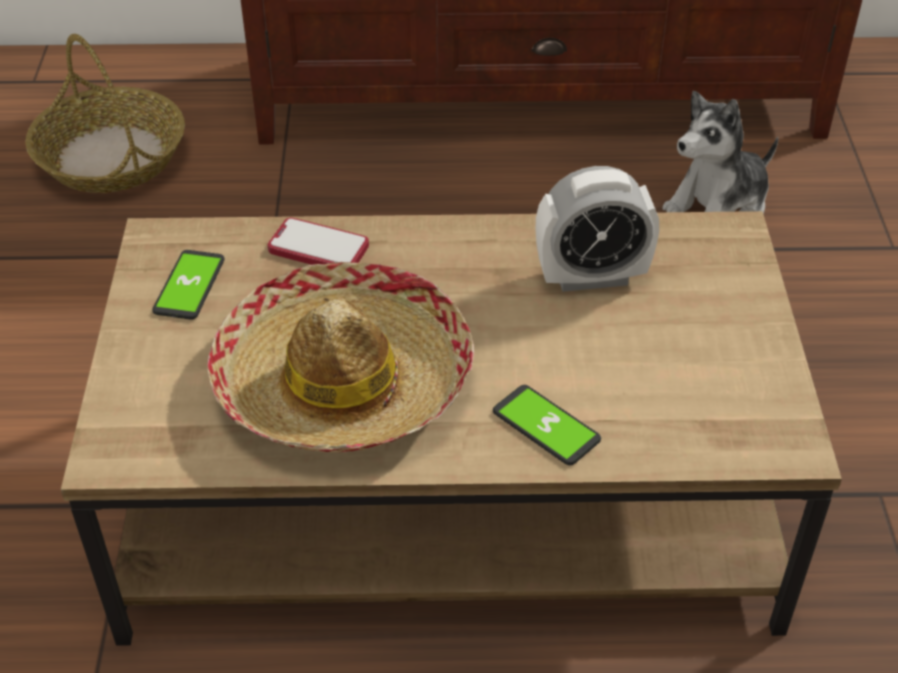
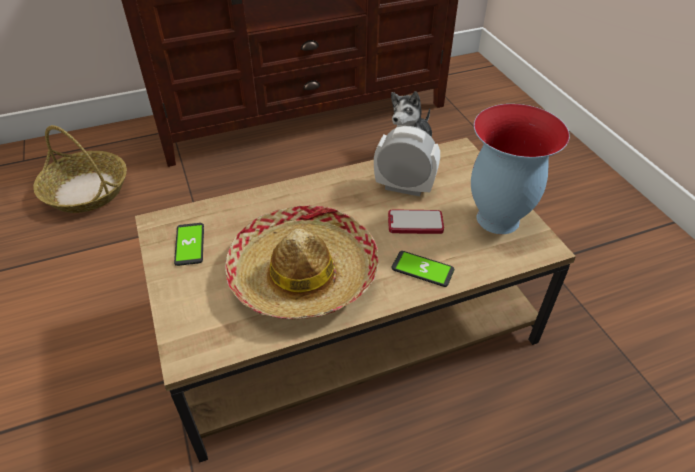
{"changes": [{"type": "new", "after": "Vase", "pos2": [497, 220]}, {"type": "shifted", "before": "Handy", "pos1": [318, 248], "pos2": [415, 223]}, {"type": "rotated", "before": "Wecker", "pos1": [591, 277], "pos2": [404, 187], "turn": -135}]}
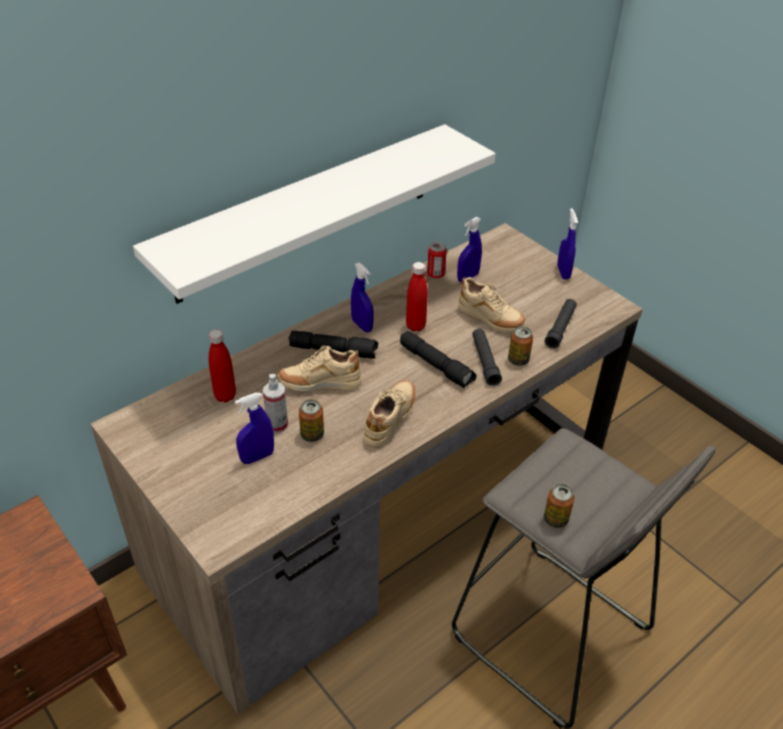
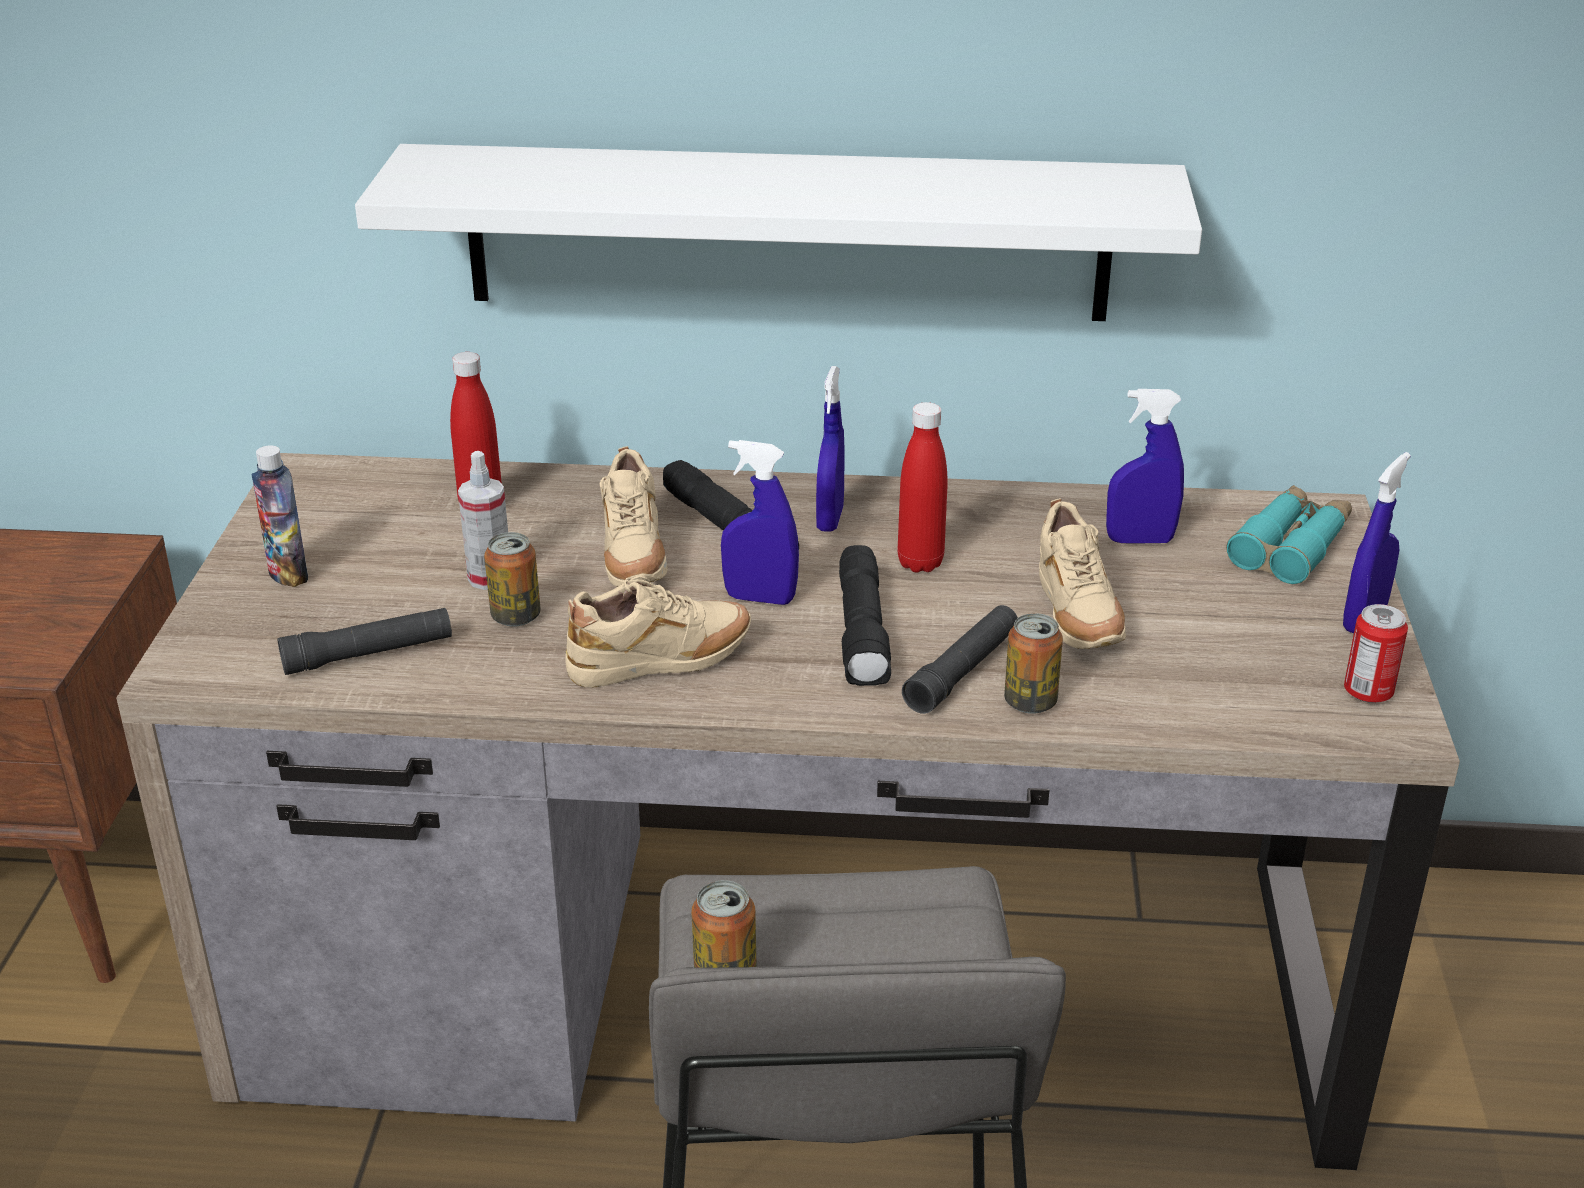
{"changes": [{"type": "new", "after": "Flasche", "pos2": [288, 574]}, {"type": "new", "after": "Fernglas [türkis]", "pos2": [1291, 547]}, {"type": "shifted", "before": "Sprühflasche [blau]", "pos1": [257, 457], "pos2": [760, 598]}, {"type": "shifted", "before": "Dose", "pos1": [435, 274], "pos2": [1368, 693]}, {"type": "shifted", "before": "Taschenlampe [schwarz]", "pos1": [560, 328], "pos2": [368, 654]}, {"type": "rotated", "before": "Schuh [beige]", "pos1": [320, 384], "pos2": [634, 561], "turn": -135}]}
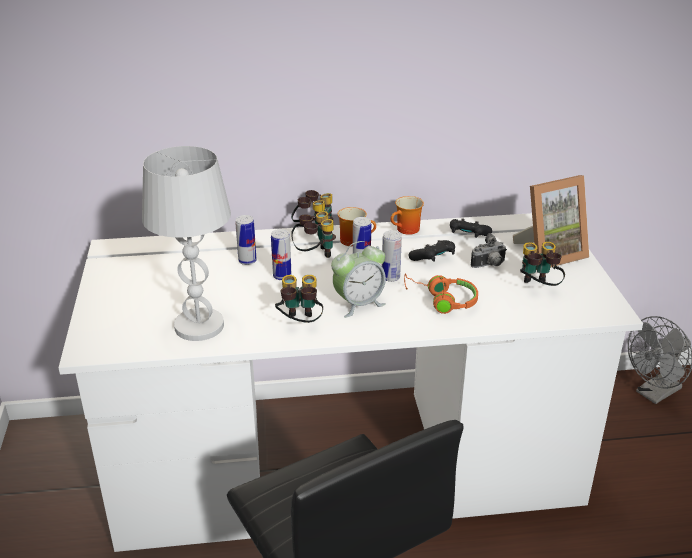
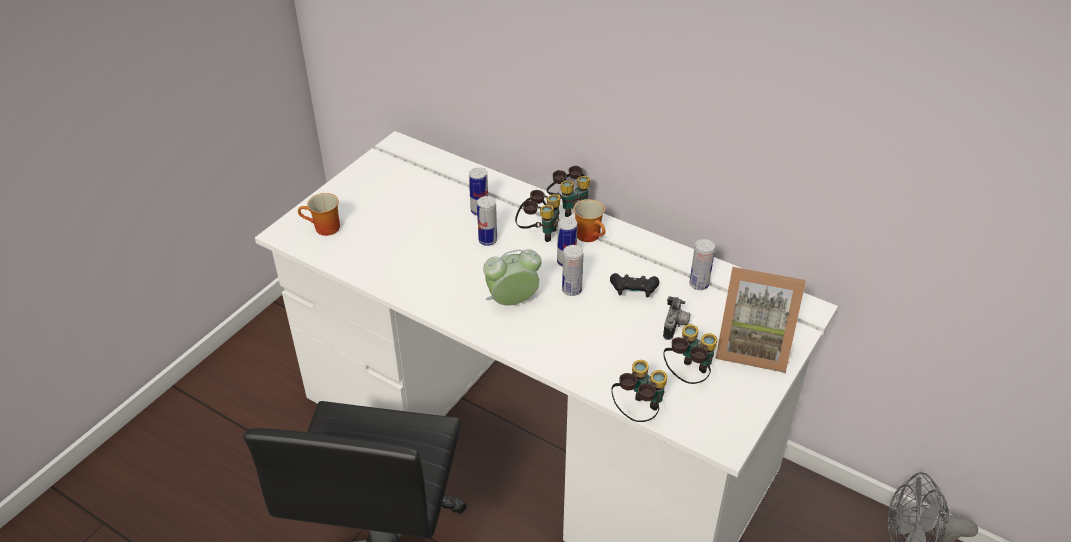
{"changes": [{"type": "gone", "before": "Tischlampe [weiß]", "pos1": [198, 326]}, {"type": "gone", "before": "Kopfhörer [orange]", "pos1": [441, 300]}, {"type": "shifted", "before": "Fernglas", "pos1": [300, 323], "pos2": [638, 412]}, {"type": "shifted", "before": "Henkelbecher", "pos1": [407, 230], "pos2": [324, 229]}, {"type": "swapped", "before": "Gamepad [schwarz]", "after": "Dose", "pos1": [468, 236], "pos2": [699, 284]}, {"type": "rotated", "before": "Wecker", "pos1": [358, 304], "pos2": [512, 302], "turn": 150}, {"type": "rotated", "before": "Kamera", "pos1": [489, 265], "pos2": [675, 327], "turn": -90}]}
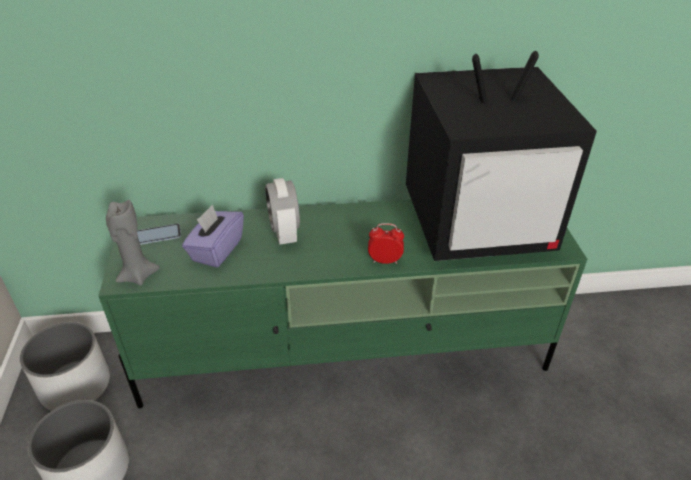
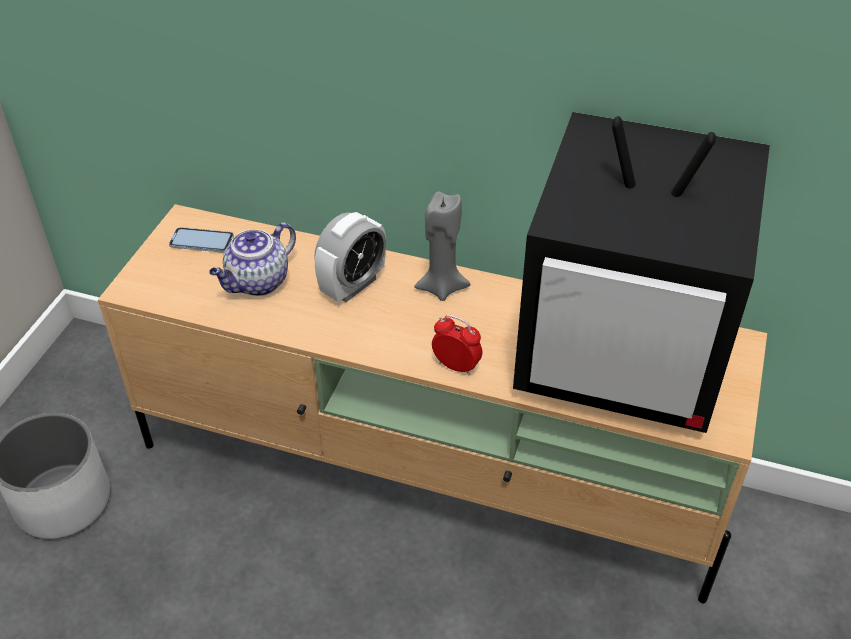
{"changes": [{"type": "gone", "before": "Pflanzkübel [weiß]", "pos1": [76, 385]}, {"type": "shifted", "before": "Kerze [grau]", "pos1": [138, 276], "pos2": [441, 287]}, {"type": "swapped", "before": "Taschentuchbox [lila]", "after": "Teekanne", "pos1": [216, 250], "pos2": [257, 283]}, {"type": "repainted", "before": "Fernsehschrank [grün]", "after": "Fernsehschrank [beige]", "pos1": [347, 355], "pos2": [429, 474]}, {"type": "rotated", "before": "Wecker", "pos1": [284, 233], "pos2": [353, 285], "turn": -150}]}
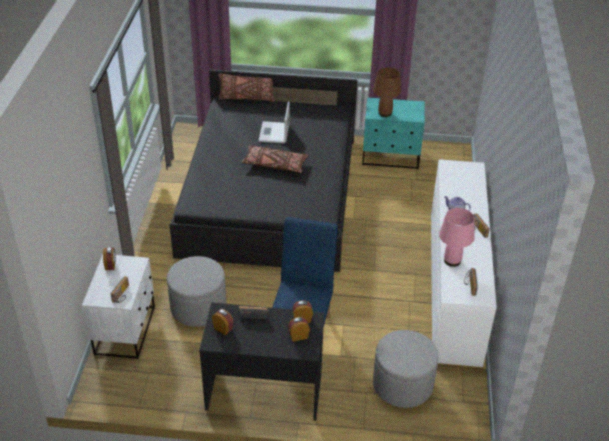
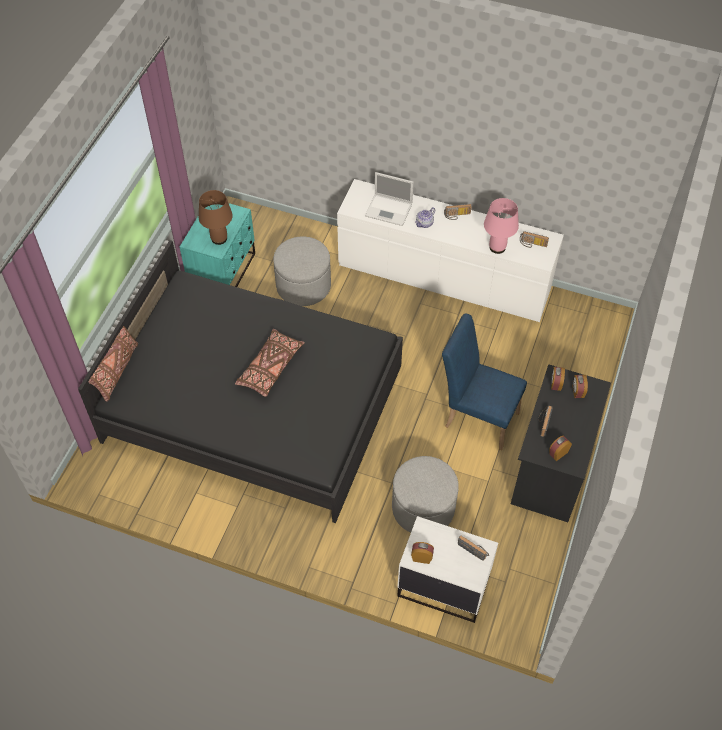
{"changes": [{"type": "shifted", "before": "Laptop", "pos1": [274, 133], "pos2": [389, 210]}, {"type": "shifted", "before": "Polsterhocker [grau]", "pos1": [402, 384], "pos2": [303, 285]}]}
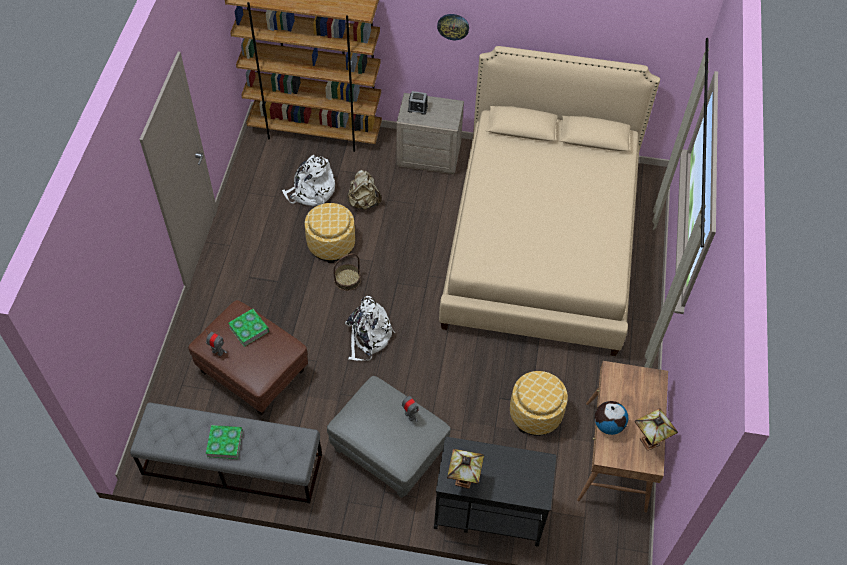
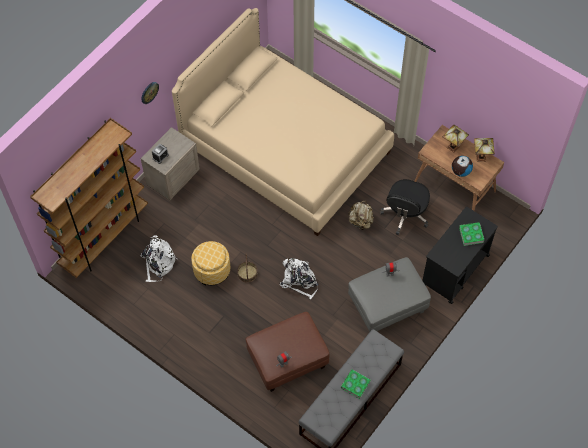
{"changes": [{"type": "shifted", "before": "Buch", "pos1": [249, 329], "pos2": [471, 235]}, {"type": "shifted", "before": "Rucksack [beige]", "pos1": [363, 202], "pos2": [360, 221]}, {"type": "shifted", "before": "Tischlampe", "pos1": [464, 481], "pos2": [454, 147]}, {"type": "swapped", "before": "Polsterhocker", "after": "Bürostuhl [schwarz]", "pos1": [535, 414], "pos2": [405, 214]}]}
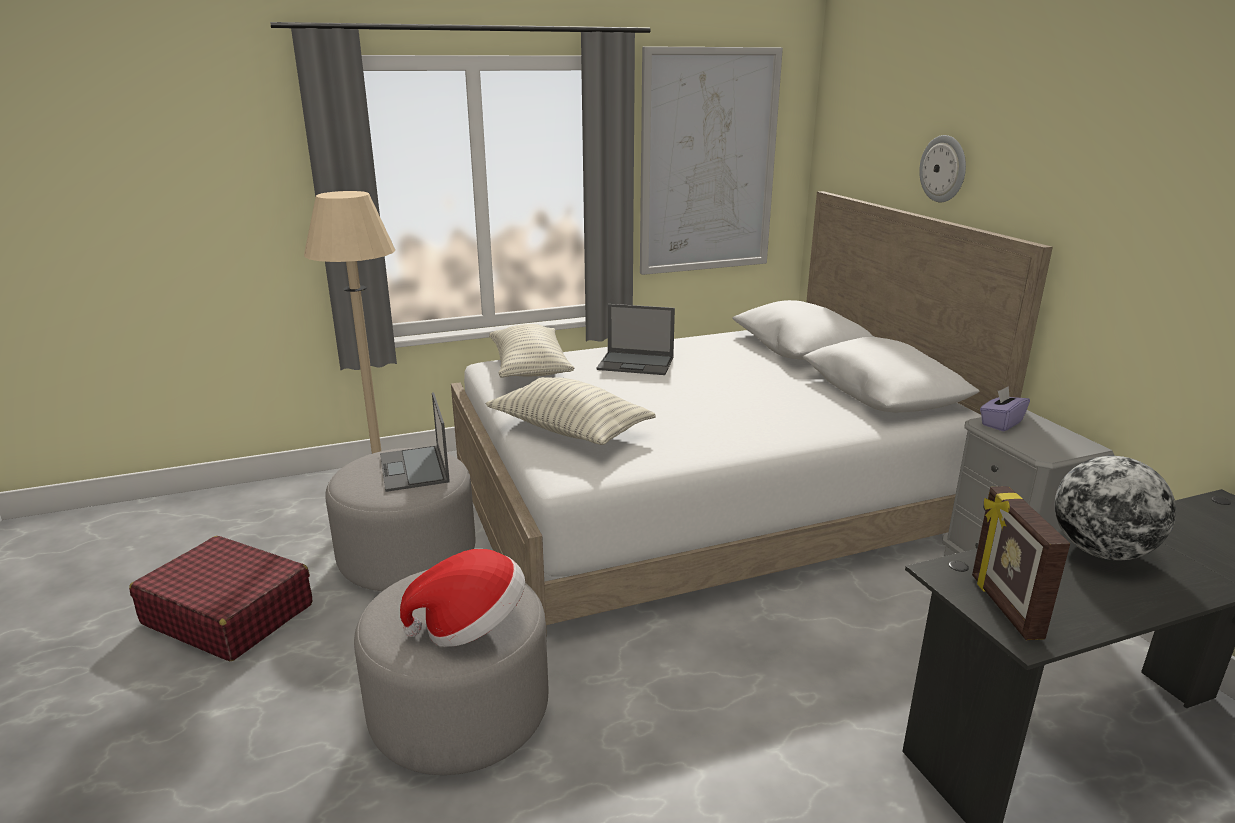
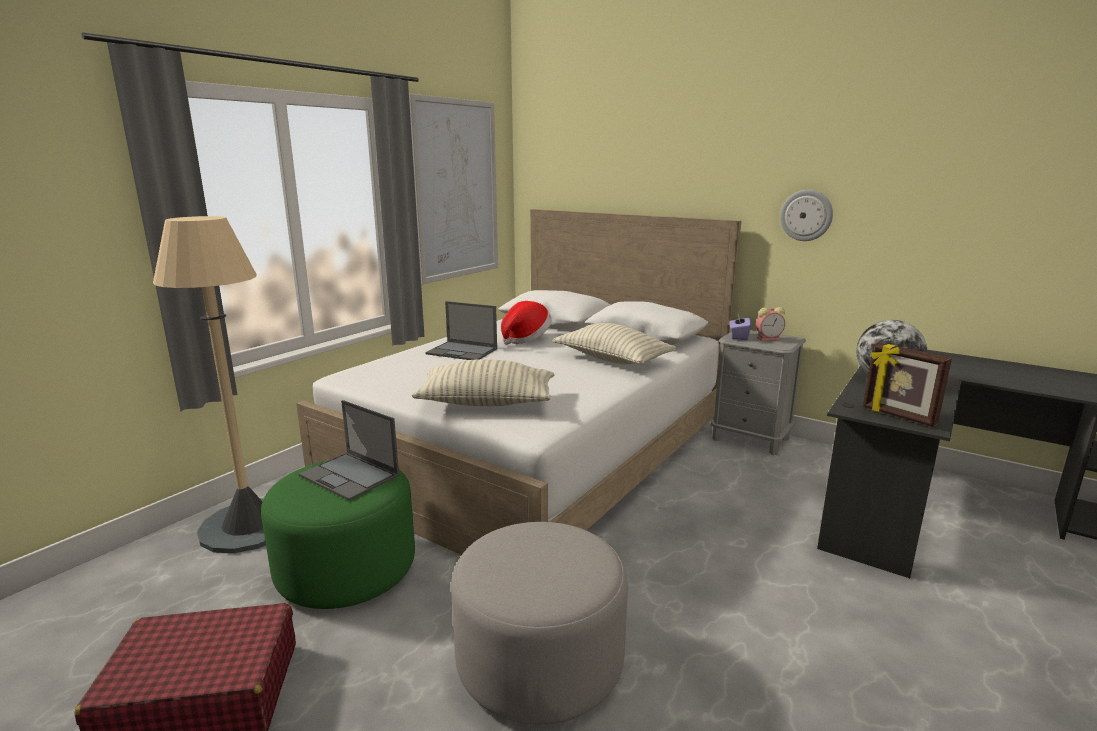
{"changes": [{"type": "new", "after": "Wecker", "pos2": [769, 338]}, {"type": "shifted", "before": "Hut", "pos1": [471, 625], "pos2": [525, 339]}, {"type": "shifted", "before": "Kissen", "pos1": [530, 368], "pos2": [612, 360]}, {"type": "shifted", "before": "Wanduhr", "pos1": [943, 169], "pos2": [806, 215]}, {"type": "repainted", "before": "Polsterhocker [grau]", "after": "Polsterhocker [grün]", "pos1": [408, 557], "pos2": [347, 569]}, {"type": "rotated", "before": "Laptop", "pos1": [636, 363], "pos2": [462, 351], "turn": 45}]}
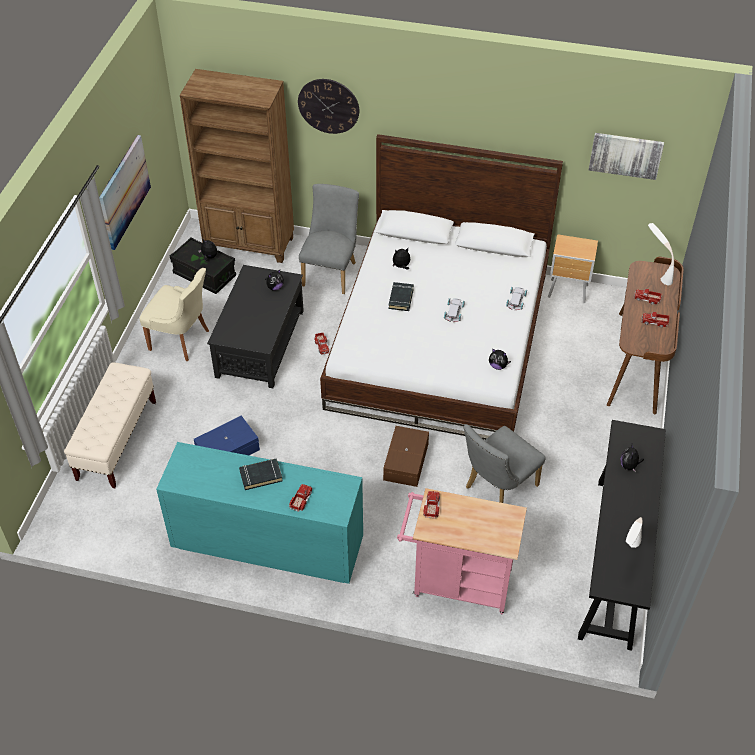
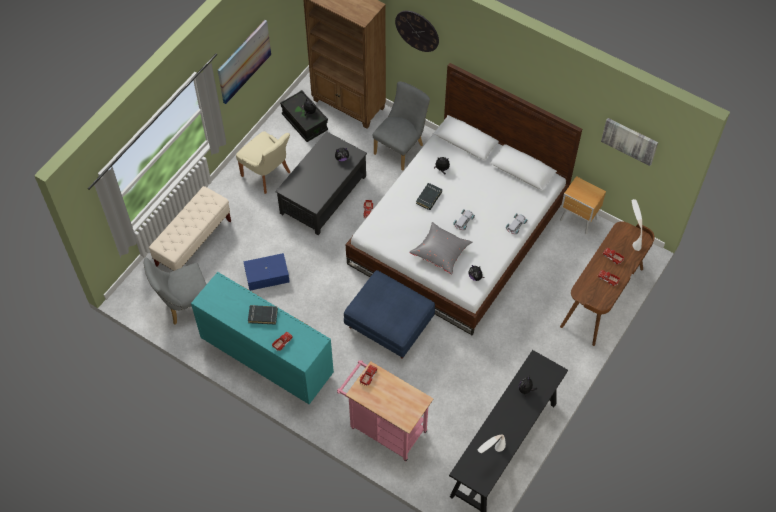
{"changes": [{"type": "new", "after": "Kissen [grau]", "pos2": [441, 252]}, {"type": "shifted", "before": "Stuhl [grau]", "pos1": [497, 489], "pos2": [184, 305]}, {"type": "swapped", "before": "Aufbewahrungsbox [braun]", "after": "Polsterhocker [blau]", "pos1": [407, 461], "pos2": [390, 325]}]}
